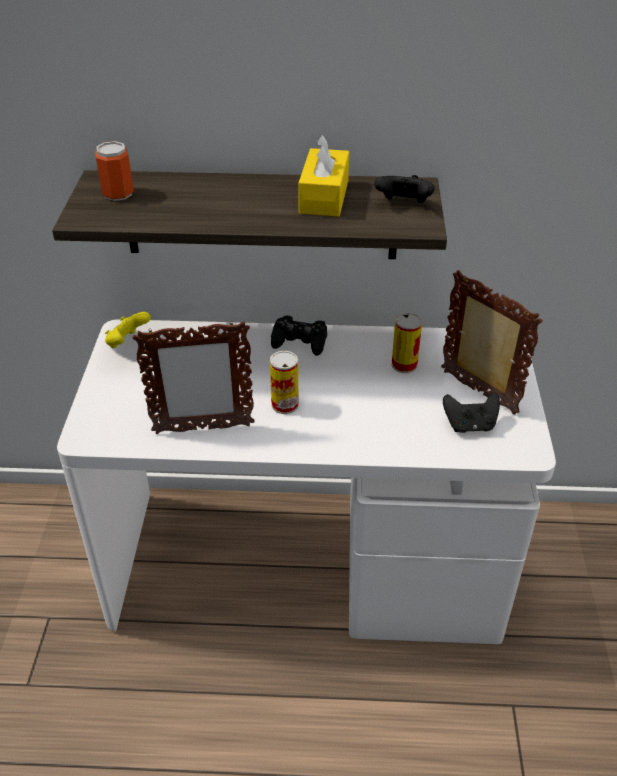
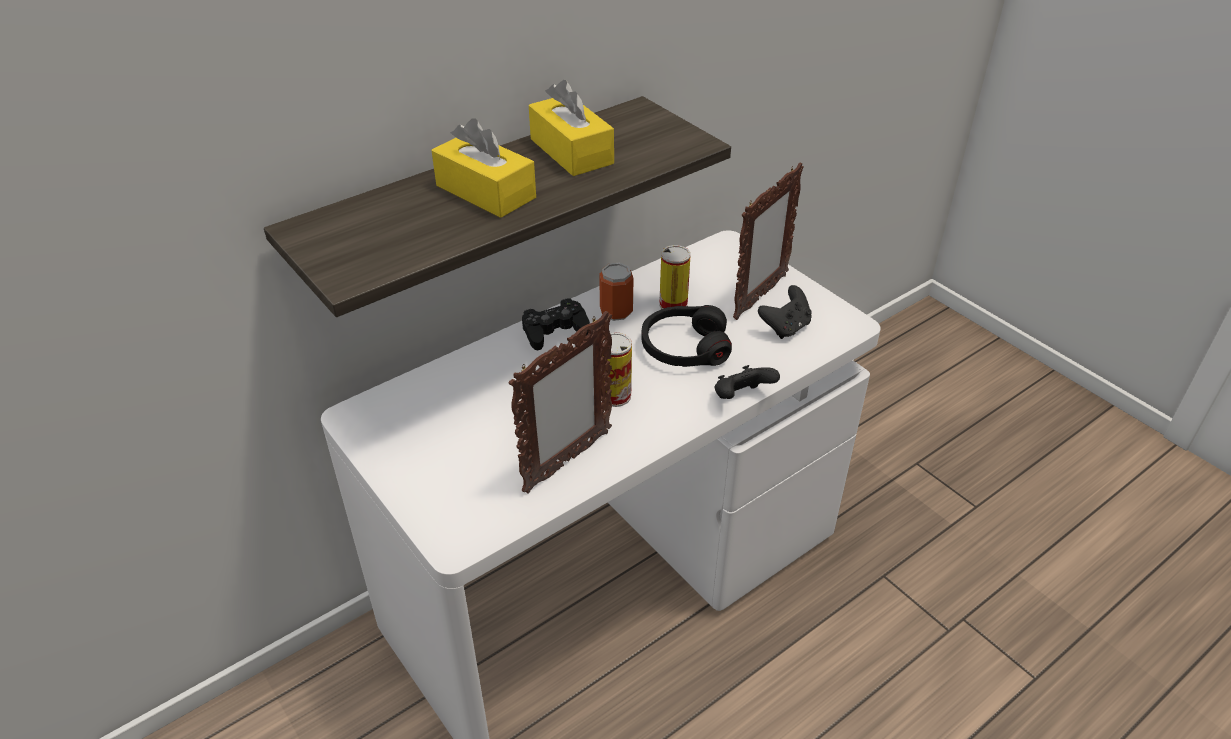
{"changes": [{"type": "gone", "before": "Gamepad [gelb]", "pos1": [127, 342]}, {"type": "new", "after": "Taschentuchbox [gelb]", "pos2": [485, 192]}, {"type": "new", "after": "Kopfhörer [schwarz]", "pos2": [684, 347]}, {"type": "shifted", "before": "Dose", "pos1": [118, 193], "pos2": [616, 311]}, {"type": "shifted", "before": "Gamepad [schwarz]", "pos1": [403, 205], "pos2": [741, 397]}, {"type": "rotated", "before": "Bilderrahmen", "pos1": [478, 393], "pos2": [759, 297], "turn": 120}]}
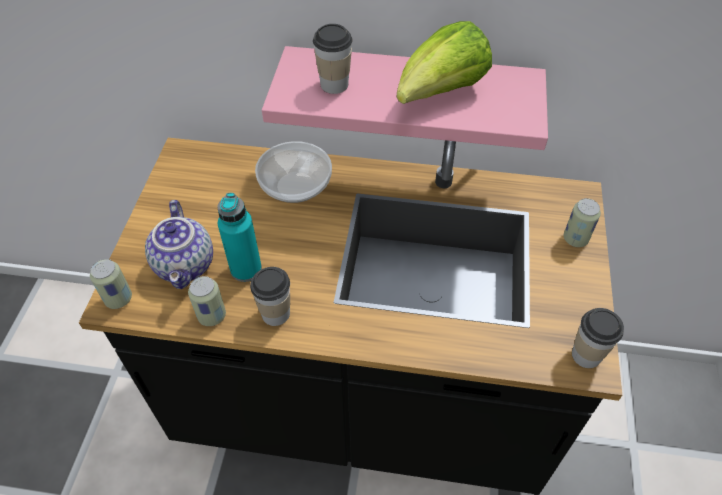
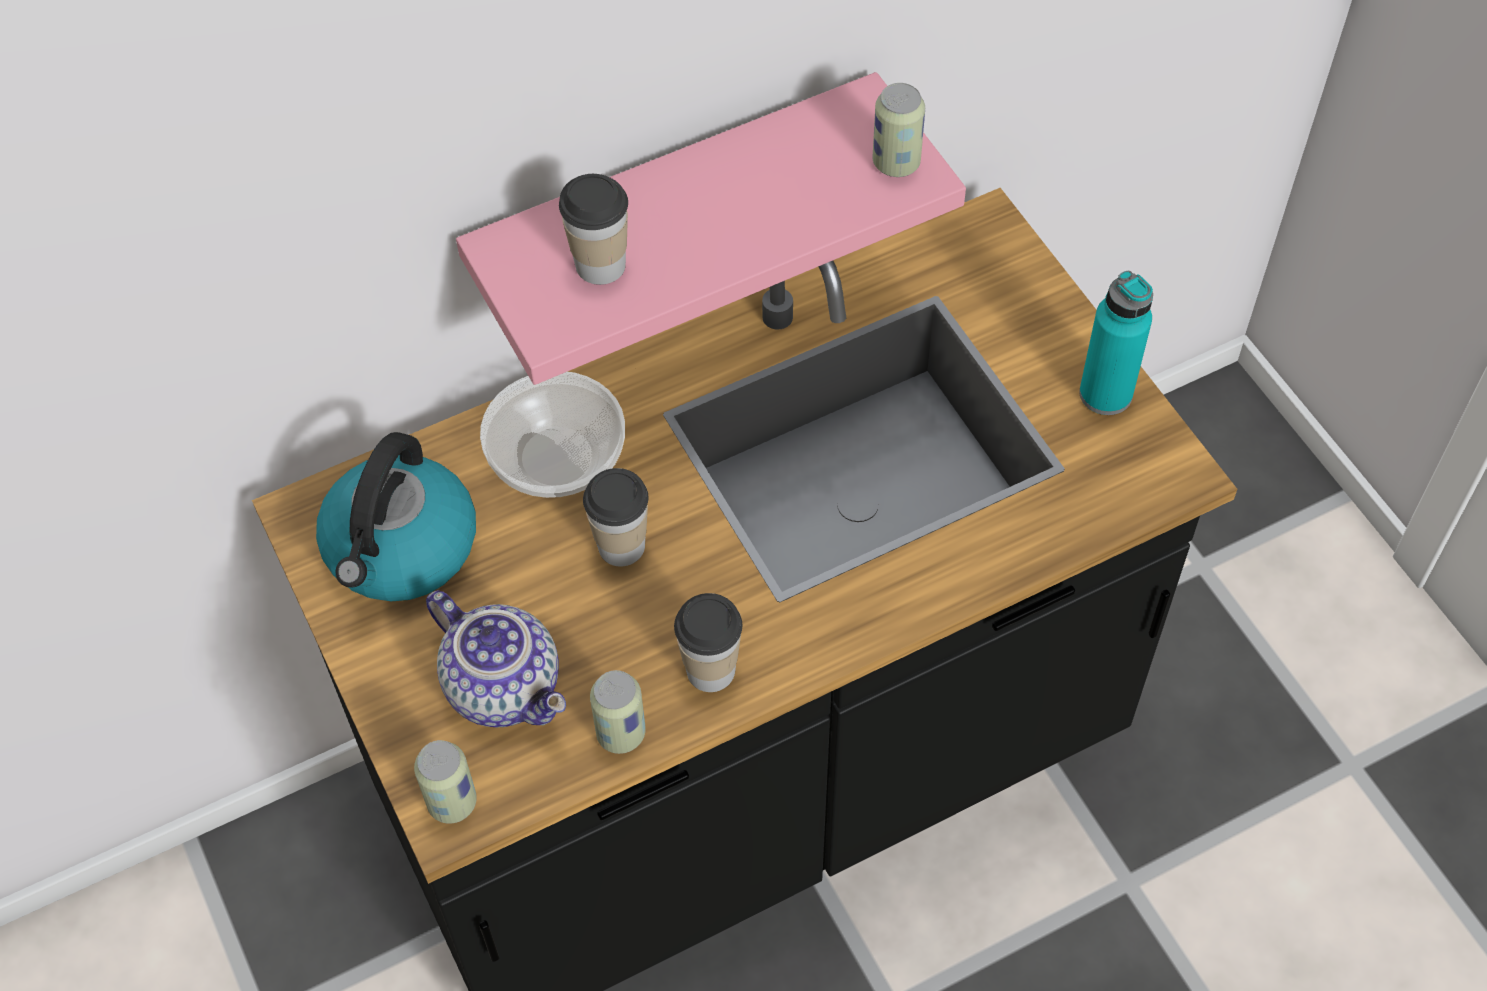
{"changes": [{"type": "gone", "before": "Salatkopf", "pos1": [441, 93]}, {"type": "new", "after": "Wasserkessel", "pos2": [401, 549]}, {"type": "shifted", "before": "Flasche [türkis]", "pos1": [246, 269], "pos2": [1105, 394]}, {"type": "shifted", "before": "Dose", "pos1": [575, 239], "pos2": [896, 162]}, {"type": "shifted", "before": "Tasse", "pos1": [586, 355], "pos2": [621, 545]}]}
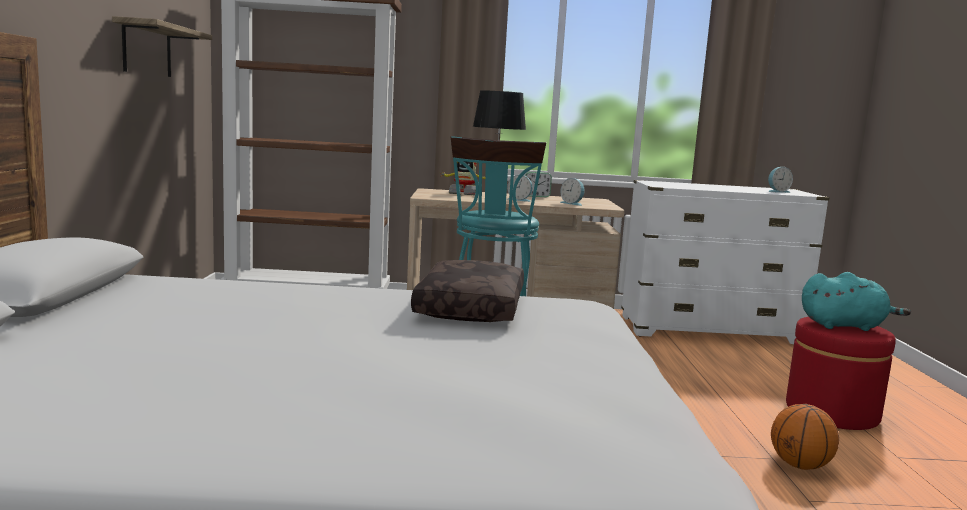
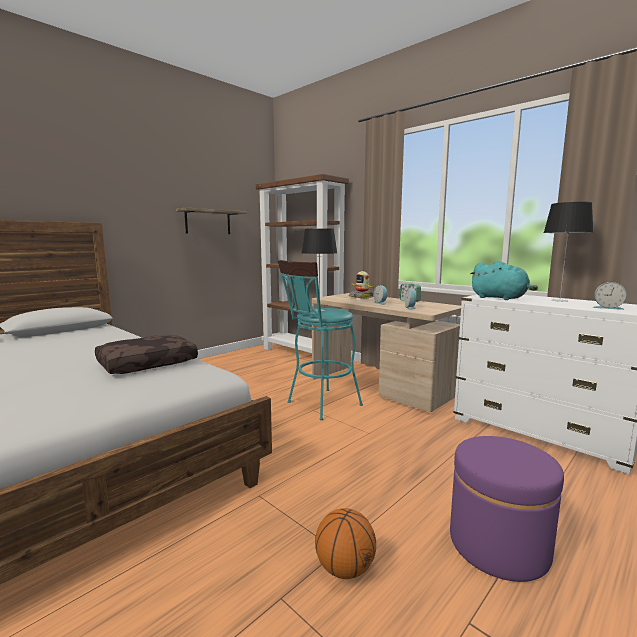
{"changes": [{"type": "new", "after": "Tischlampe", "pos2": [559, 300]}, {"type": "shifted", "before": "Plüschtier [türkis]", "pos1": [845, 326], "pos2": [500, 298]}, {"type": "repainted", "before": "Polsterhocker [rot]", "after": "Polsterhocker [lila]", "pos1": [831, 412], "pos2": [498, 545]}]}
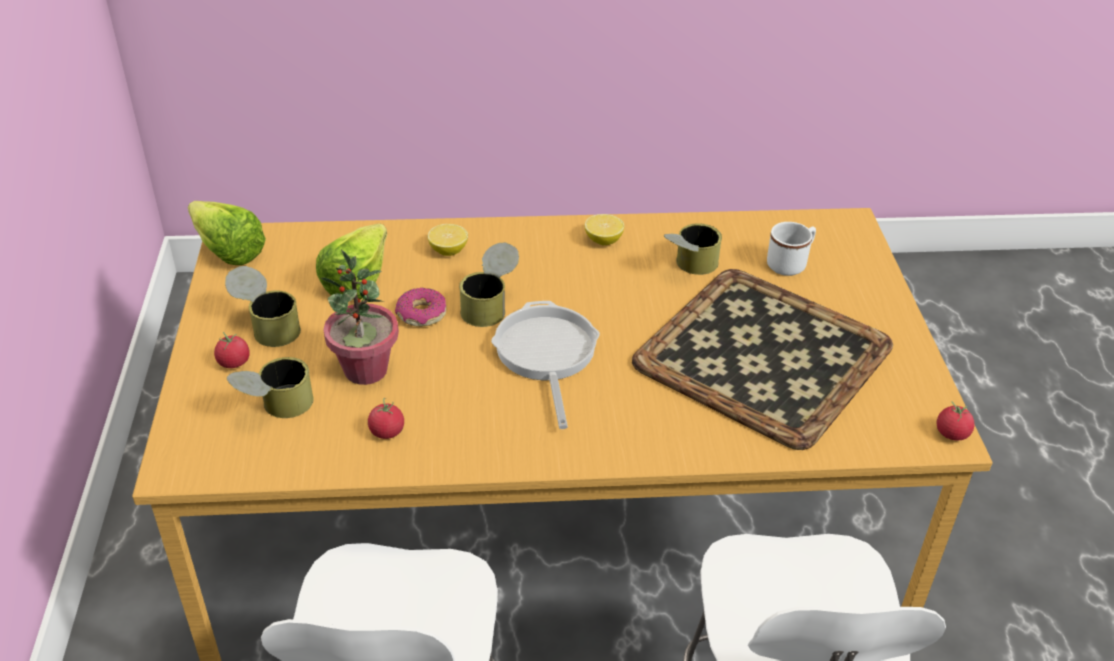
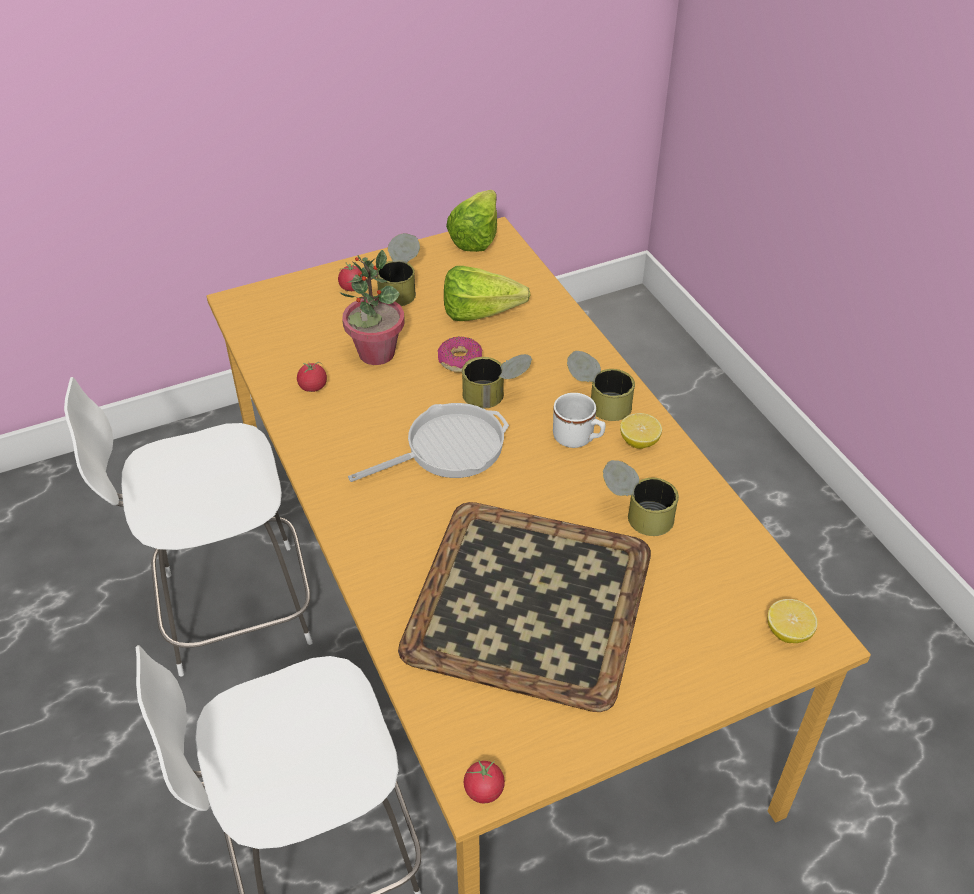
{"changes": [{"type": "shifted", "before": "Dose", "pos1": [275, 408], "pos2": [598, 402]}, {"type": "shifted", "before": "Zitrone", "pos1": [448, 250], "pos2": [788, 632]}, {"type": "shifted", "before": "Henkelbecher [weiß]", "pos1": [790, 263], "pos2": [578, 439]}]}
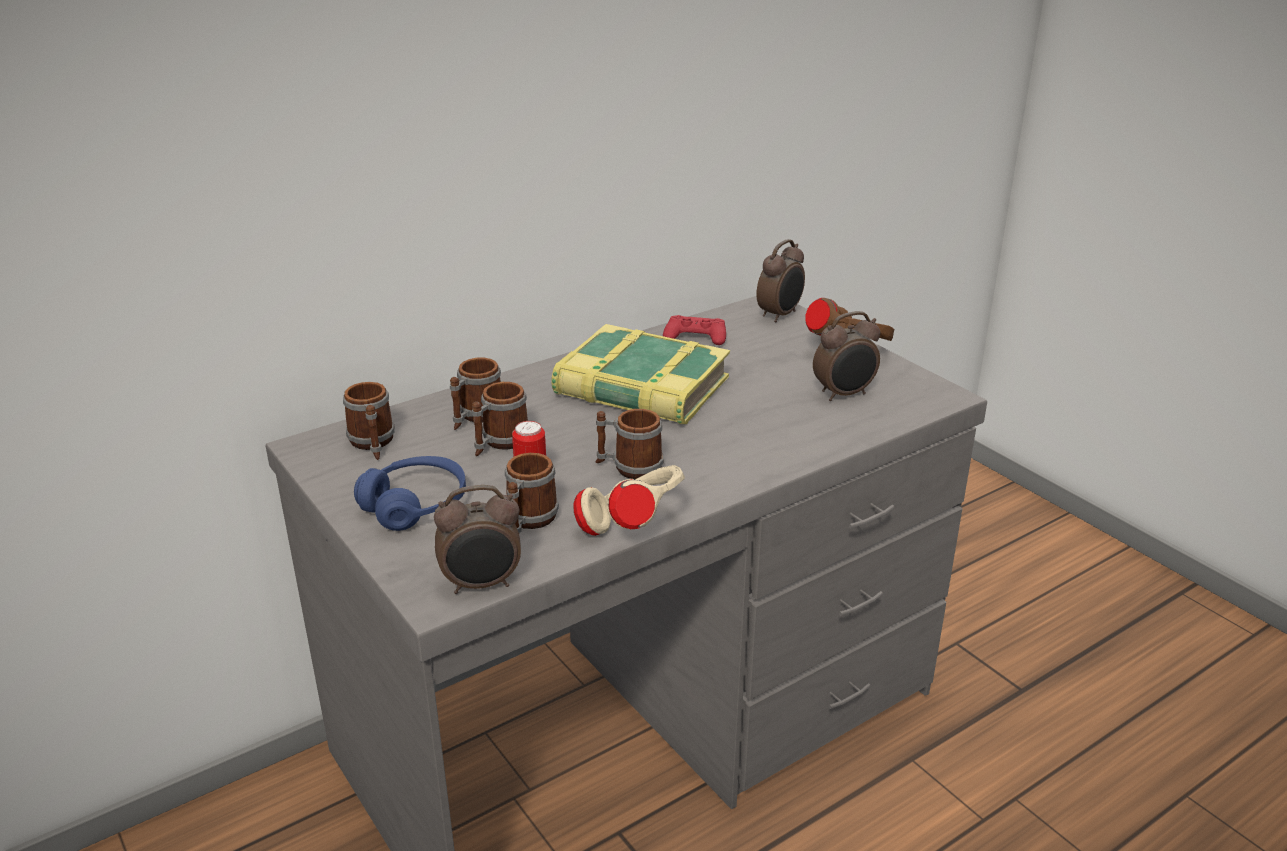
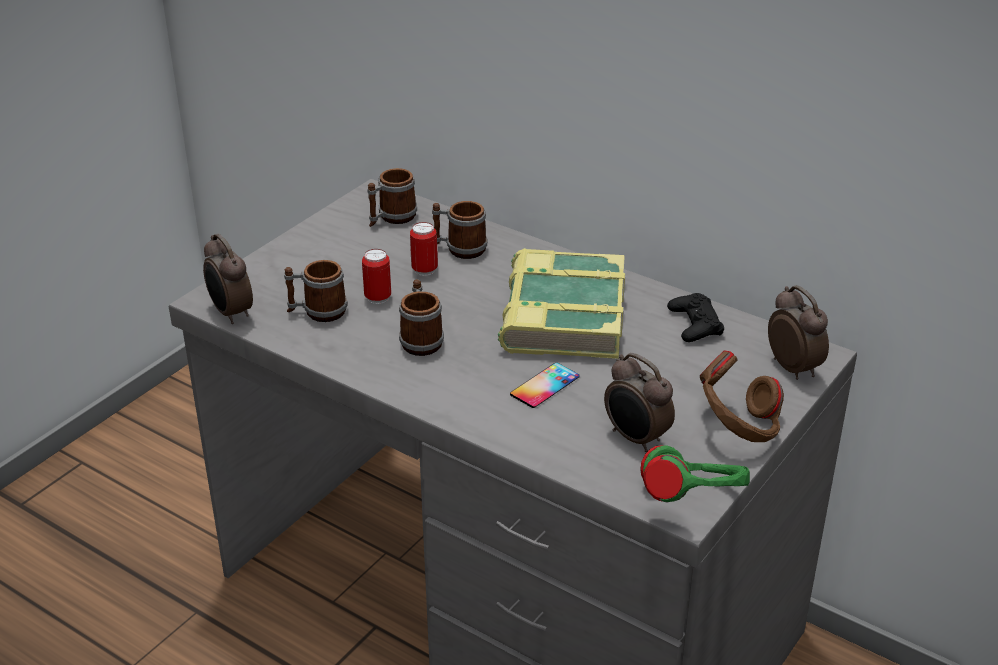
{"changes": [{"type": "gone", "before": "Kopfhörer [blau]", "pos1": [415, 505]}, {"type": "gone", "before": "Kopfhörer [beige]", "pos1": [633, 527]}, {"type": "new", "after": "Handy", "pos2": [544, 385]}, {"type": "new", "after": "Kopfhörer [grün]", "pos2": [692, 502]}, {"type": "swapped", "before": "Henkelbecher", "after": "Dose", "pos1": [499, 443], "pos2": [424, 270]}, {"type": "repainted", "before": "Gamepad [rot]", "after": "Gamepad [schwarz]", "pos1": [695, 337], "pos2": [695, 324]}, {"type": "rotated", "before": "Wecker", "pos1": [780, 315], "pos2": [794, 367], "turn": -135}]}
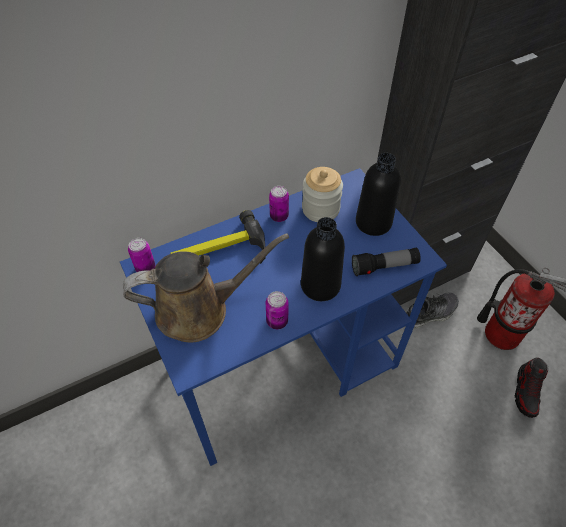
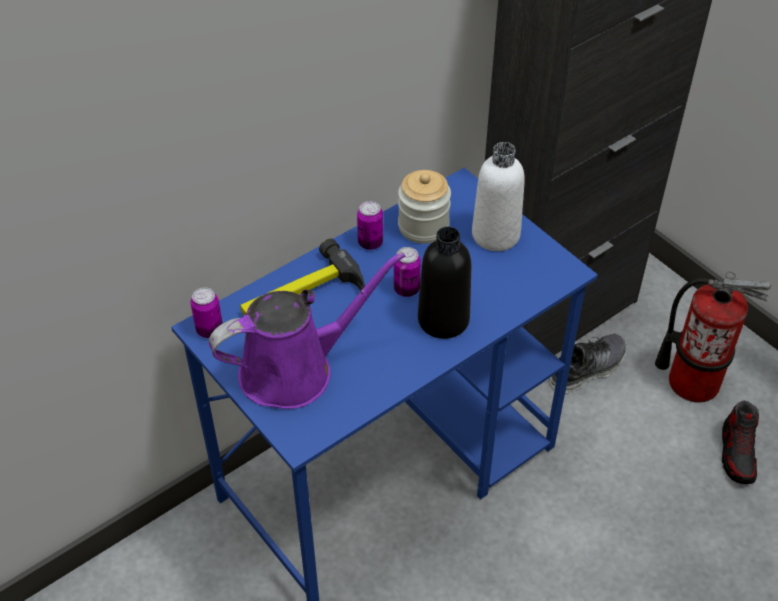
{"changes": [{"type": "gone", "before": "Taschenlampe", "pos1": [384, 267]}, {"type": "shifted", "before": "Dose", "pos1": [277, 321], "pos2": [406, 289]}, {"type": "repainted", "before": "Gießkanne [braun]", "after": "Gießkanne [lila]", "pos1": [199, 309], "pos2": [295, 369]}, {"type": "repainted", "before": "Flasche [schwarz]", "after": "Flasche [weiß]", "pos1": [373, 222], "pos2": [495, 235]}]}
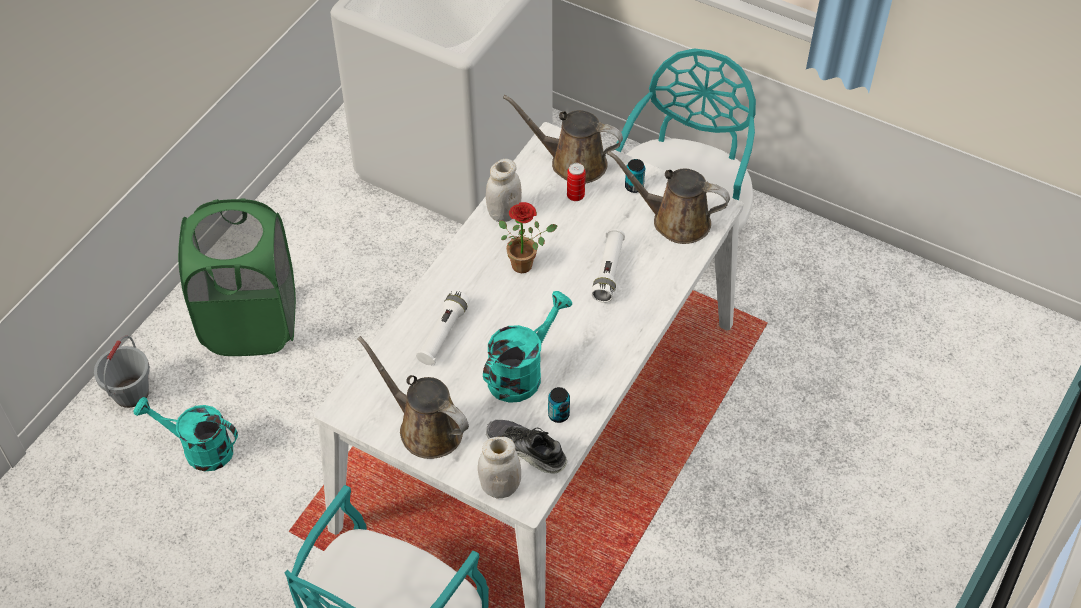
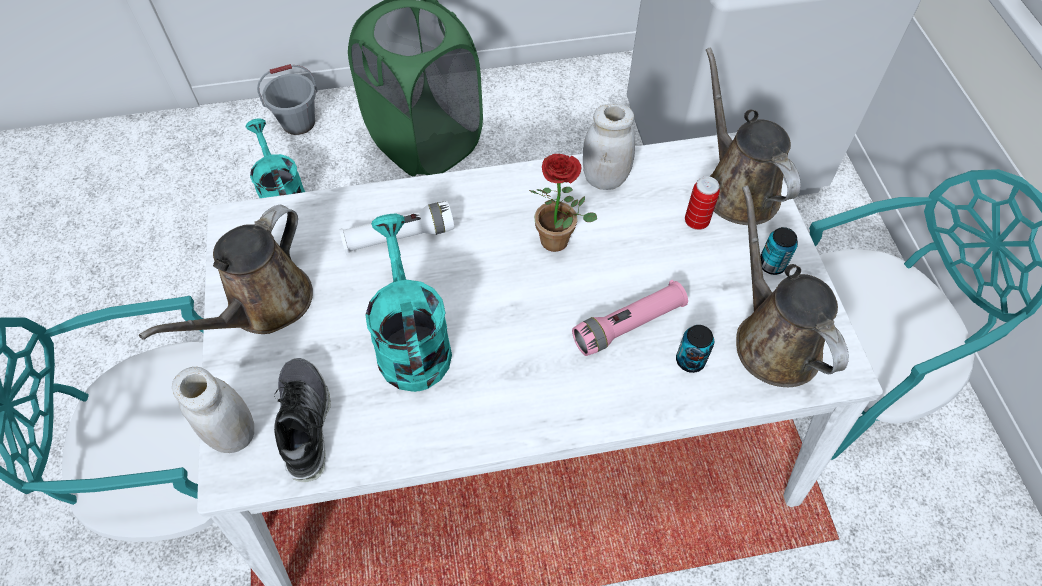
{"changes": [{"type": "shifted", "before": "Dose", "pos1": [558, 414], "pos2": [690, 360]}, {"type": "repainted", "before": "Taschenlampe [weiß]", "after": "Taschenlampe [rosa]", "pos1": [608, 271], "pos2": [629, 325]}, {"type": "rotated", "before": "Gießkanne [braun]", "pos1": [425, 427], "pos2": [264, 306], "turn": -150}, {"type": "rotated", "before": "Gießkanne [türkis]", "pos1": [522, 372], "pos2": [411, 341], "turn": -105}]}
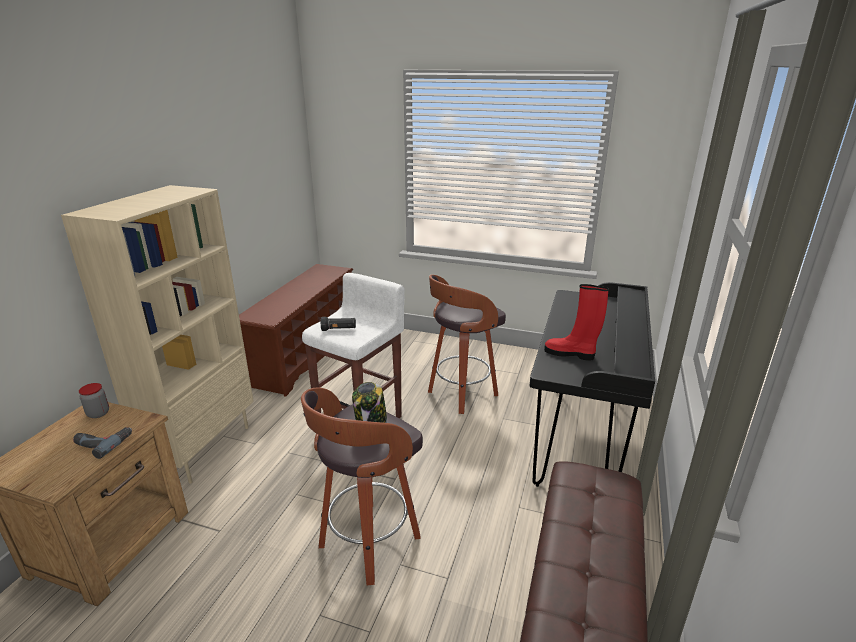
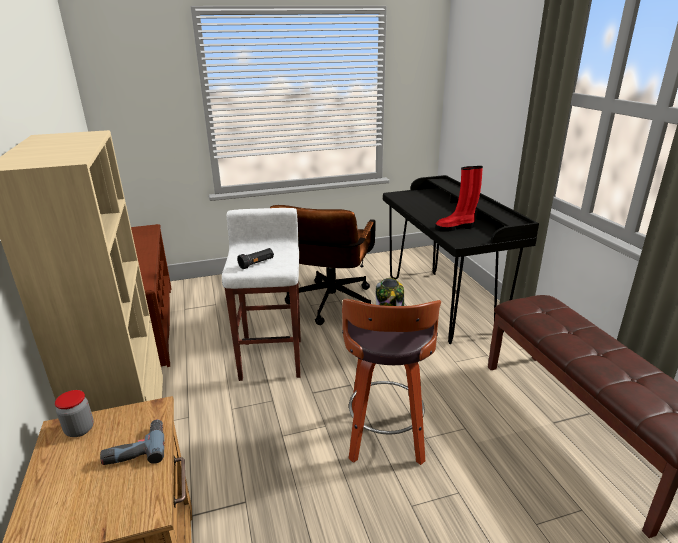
{"changes": [{"type": "swapped", "before": "Hocker", "after": "Bürostuhl [braun]", "pos1": [461, 394], "pos2": [329, 306]}]}
